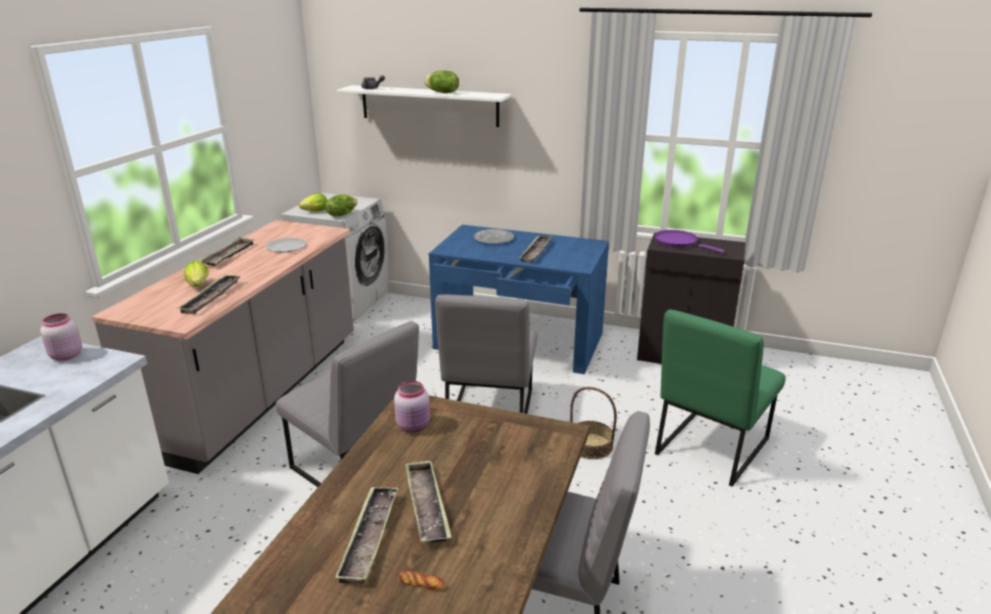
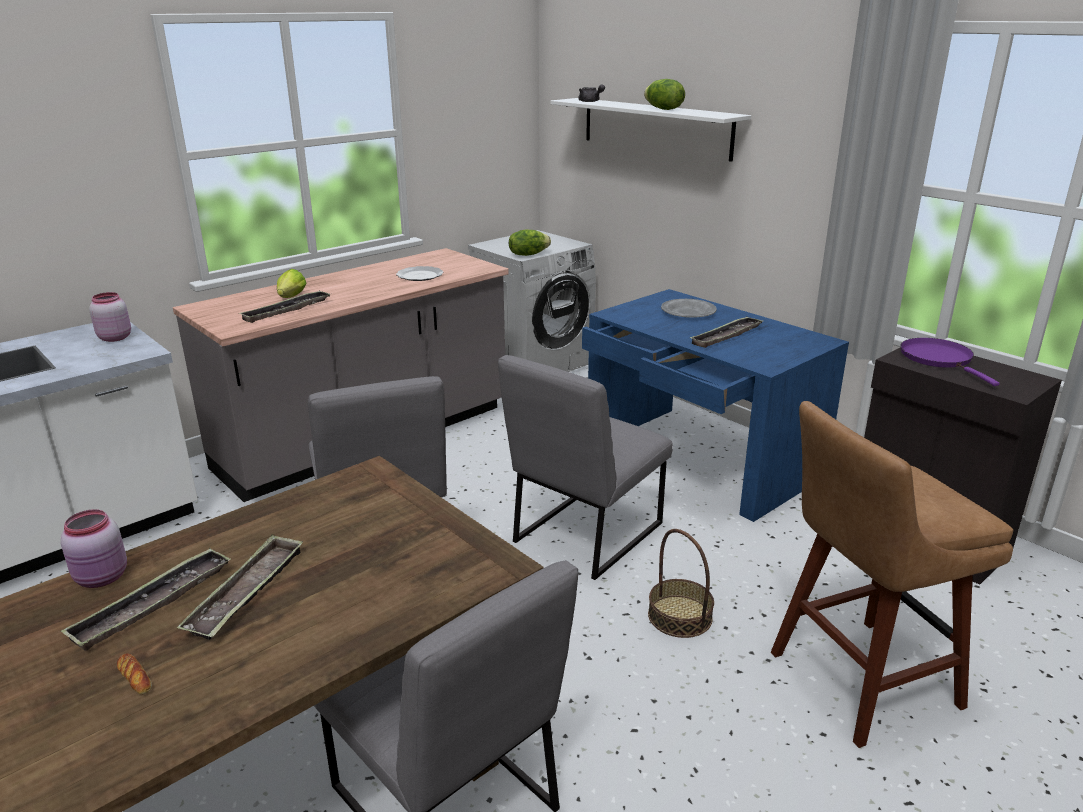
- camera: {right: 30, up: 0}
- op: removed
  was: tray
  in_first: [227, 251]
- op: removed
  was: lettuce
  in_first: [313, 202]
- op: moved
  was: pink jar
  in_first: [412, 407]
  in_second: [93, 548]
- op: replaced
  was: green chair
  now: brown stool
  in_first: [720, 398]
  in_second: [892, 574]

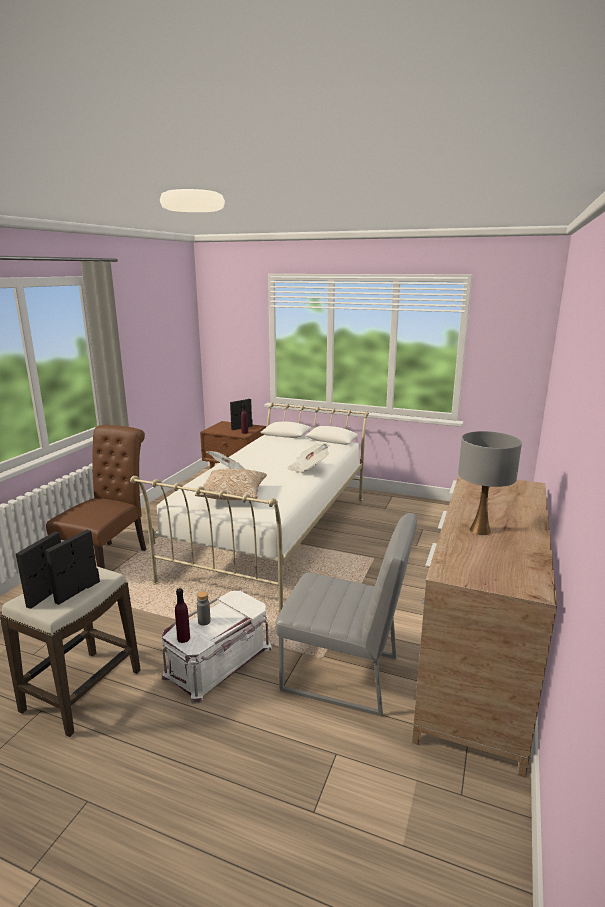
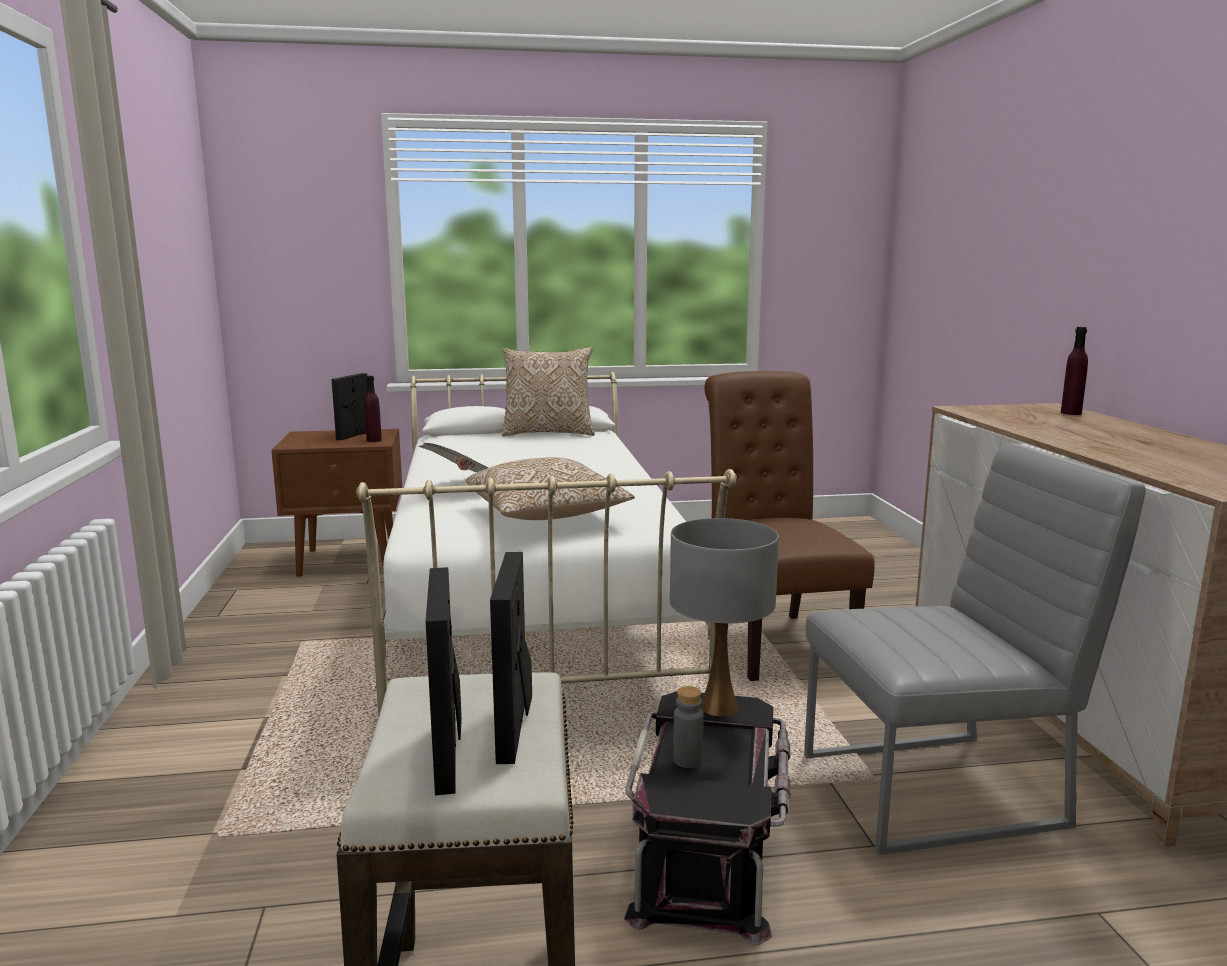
- camera: {right: -30, up: -5}
- op: moved
  was: brown chair
  in_first: [96, 497]
  in_second: [789, 526]
- op: recoloured
  was: white storage box
  now: black storage box
  in_first: [216, 647]
  in_second: [707, 818]
- op: moved
  was: purple bottle
  in_first: [182, 615]
  in_second: [1074, 371]
- op: removed
  was: newspaper
  in_first: [308, 458]
- op: moved
  was: grey table lamp
  in_first: [490, 483]
  in_second: [724, 617]
- op: added
  now: pillow
  in_second: [548, 391]

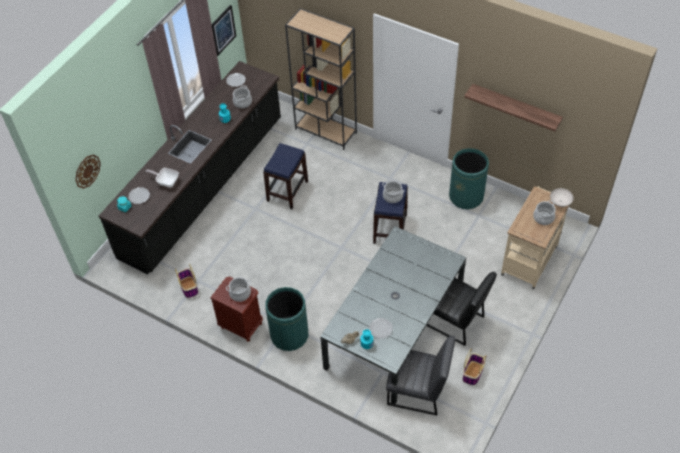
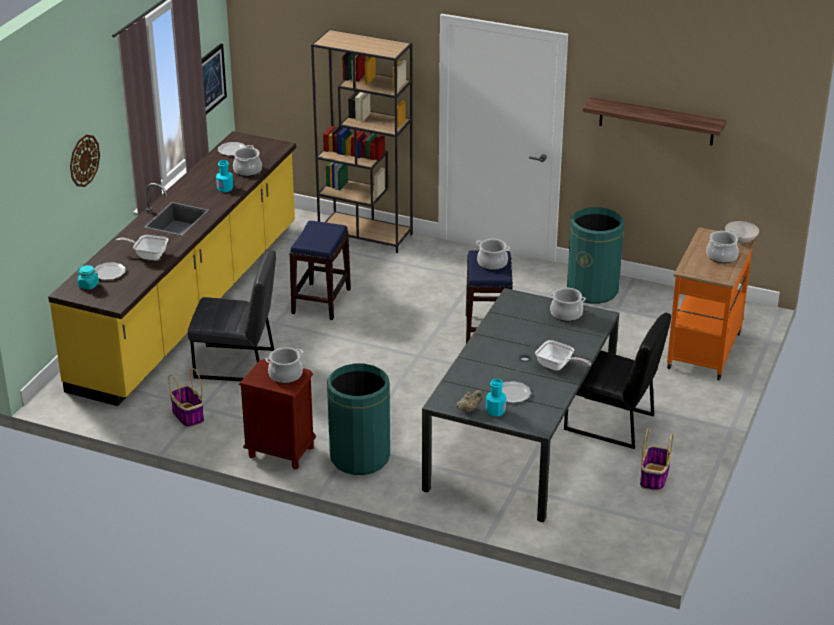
- camera: {right: -10, up: -20}
- op: moved
  was: wall clock
  in_first: [88, 172]
  in_second: [85, 161]
- op: recoloured
  was: black counter
  now: yellow counter
  in_first: [190, 167]
  in_second: [172, 268]
- op: moved
  was: grey chair
  in_first: [420, 375]
  in_second: [232, 315]
- op: recoloured
  was: beige cart
  now: orange cart
  in_first: [535, 237]
  in_second: [711, 303]
- op: added
  now: frying pan
  in_second: [563, 355]
- op: added
  now: cooking pot
  in_second: [568, 304]

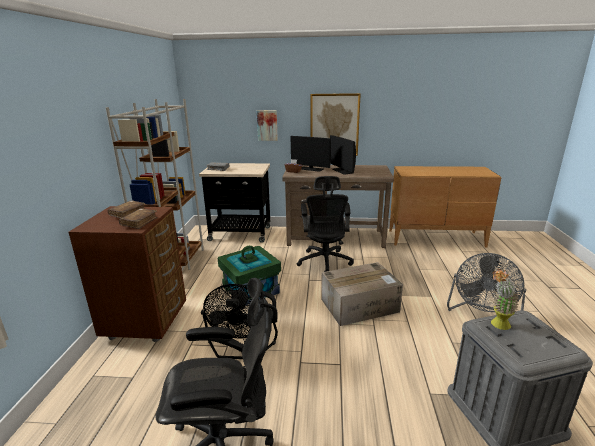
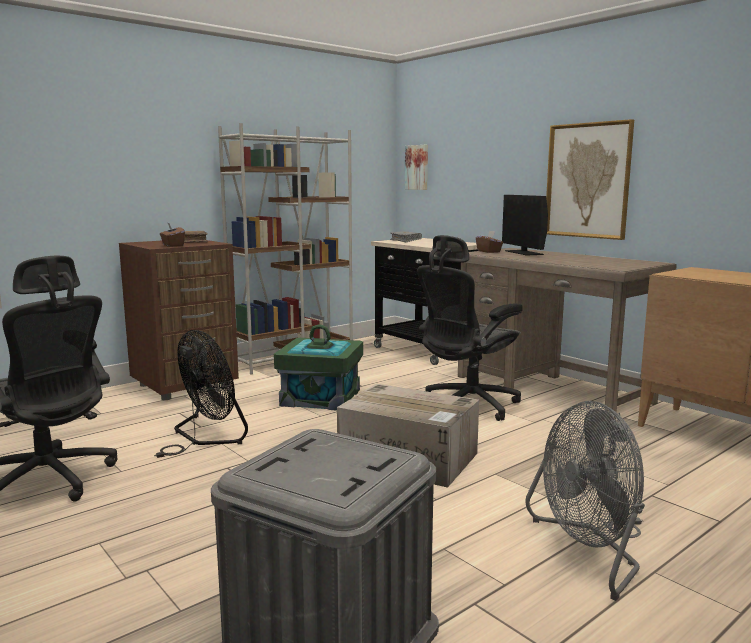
- camera: {right: 45, up: -10}
- op: replaced
  was: brown book
  now: brown tissue box
  in_first: [138, 218]
  in_second: [172, 234]
- op: moved
  was: picture
  in_first: [267, 125]
  in_second: [416, 167]
- op: removed
  was: monitor
  in_first: [343, 155]
- op: removed
  was: potted plant
  in_first: [505, 299]

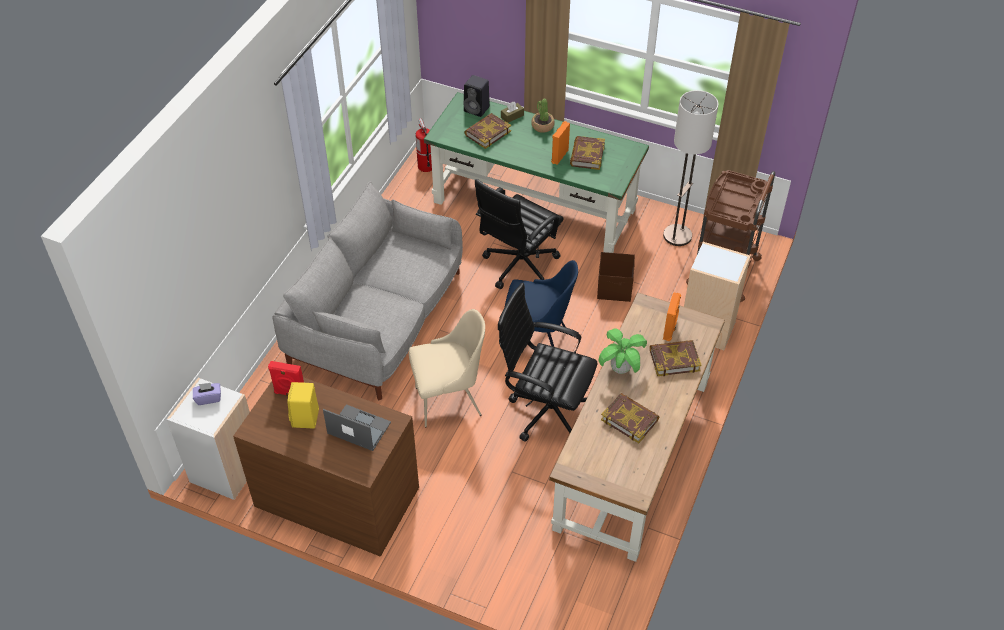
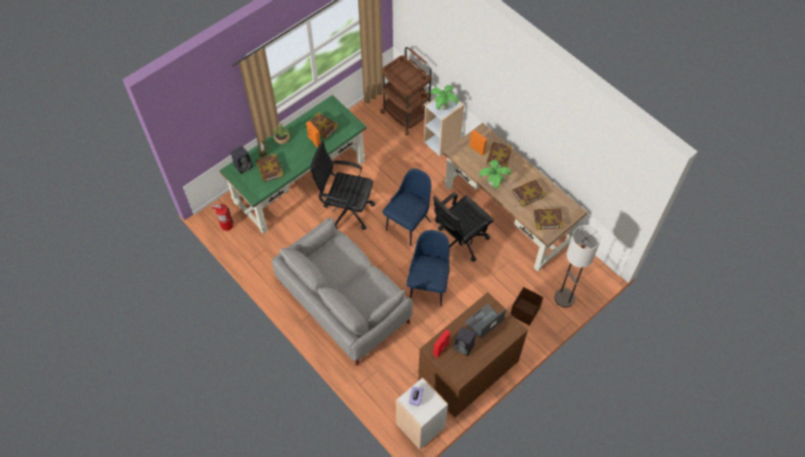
- camera: {right: -65, up: 10}
- op: recoloured
  was: yellow speaker
  now: black speaker
  in_first: [303, 405]
  in_second: [465, 341]
- op: recoloured
  was: beige chair
  now: blue chair
  in_first: [447, 368]
  in_second: [428, 268]
- op: turned
  was: black office chair
  in_first: [519, 234]
  in_second: [342, 185]
  clockwise: 135
- op: moved
  was: brown storage box
  in_first: [616, 277]
  in_second: [527, 306]
- op: moved
  was: floor lamp
  in_first: [691, 168]
  in_second: [577, 266]
- op: added
  now: potted plant
  in_second: [444, 97]
- op: added
  now: book
  in_second: [549, 219]

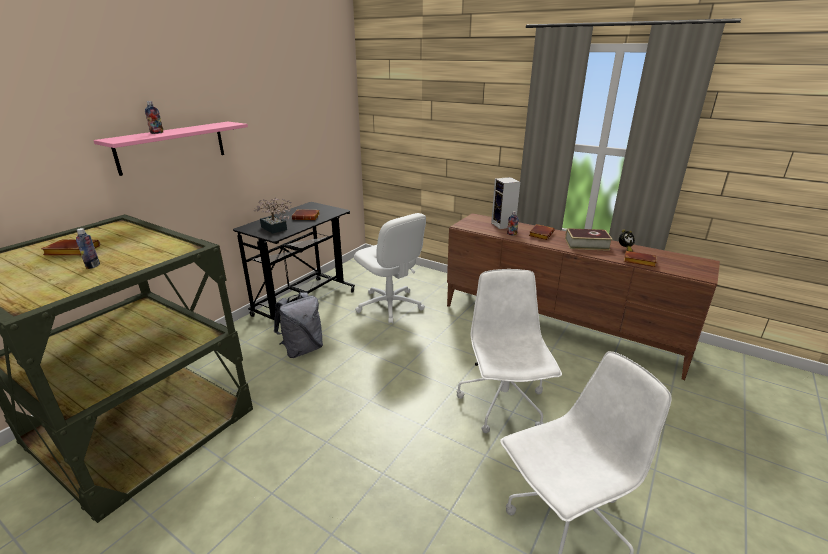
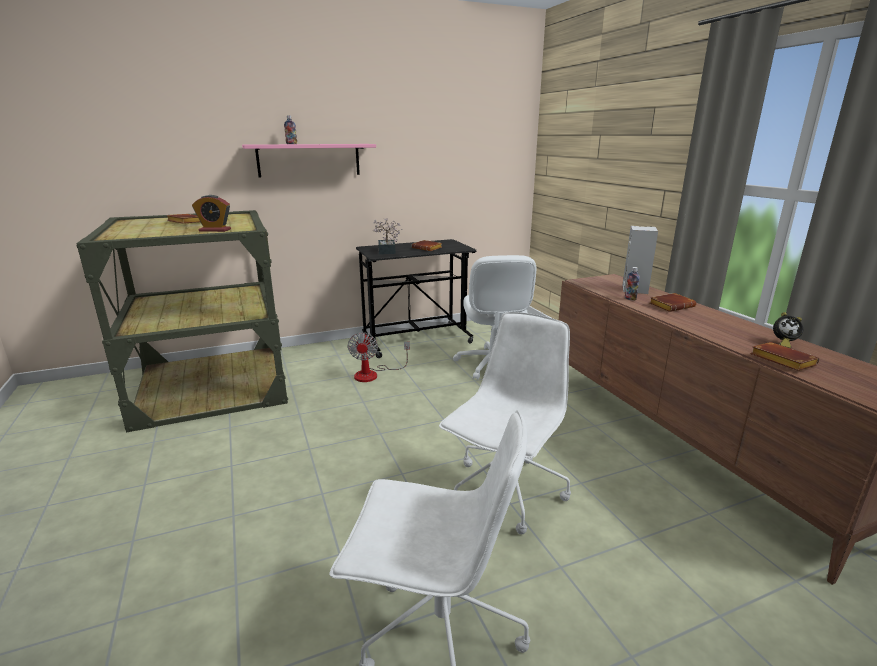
- camera: {right: 35, up: -5}
- op: removed
  was: bottle
  in_first: [88, 248]
- op: replaced
  was: grey backpack
  now: fan
  in_first: [298, 325]
  in_second: [378, 357]
- op: removed
  was: book
  in_first: [589, 239]
- op: added
  now: alarm clock
  in_second: [211, 213]

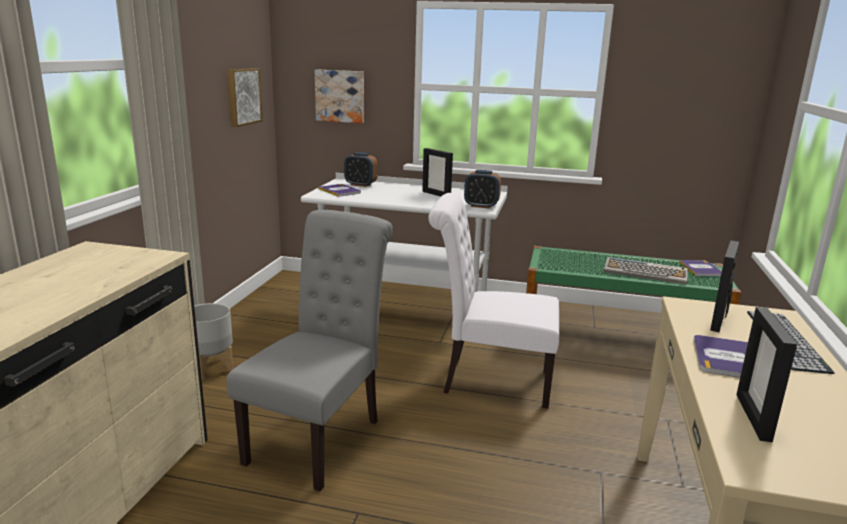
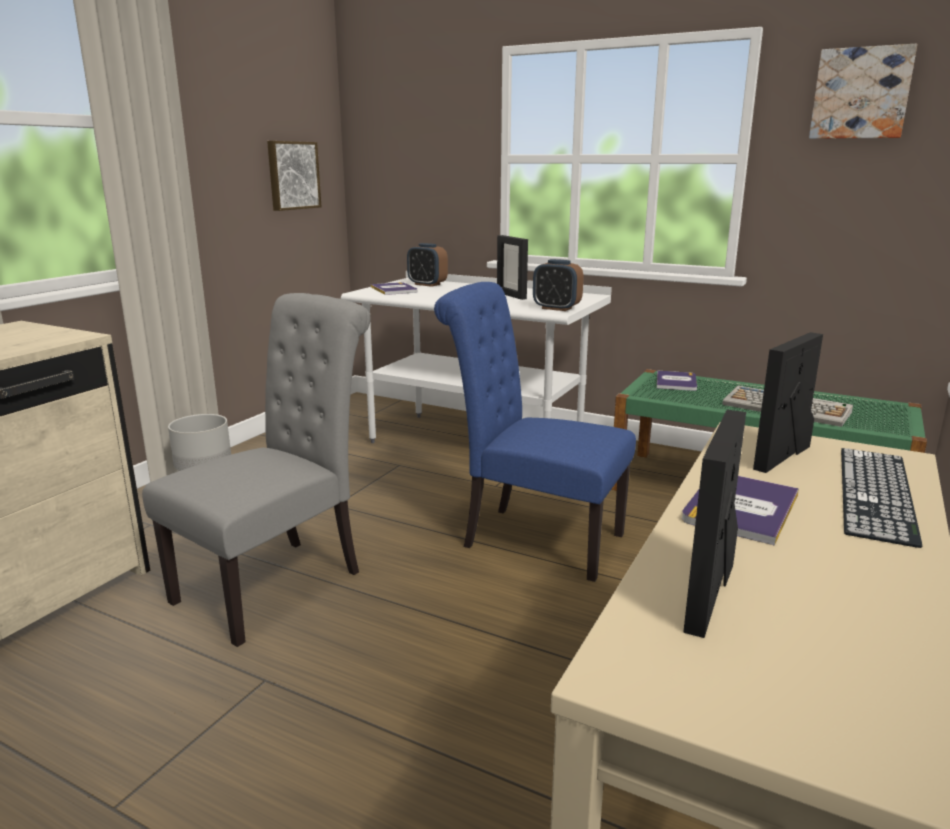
- camera: {right: 15, up: 0}
- op: moved
  was: picture
  in_first: [339, 96]
  in_second: [863, 91]
- op: recoloured
  was: white chair
  now: blue chair
  in_first: [493, 301]
  in_second: [535, 432]
- op: moved
  was: book
  in_first: [700, 268]
  in_second: [677, 380]

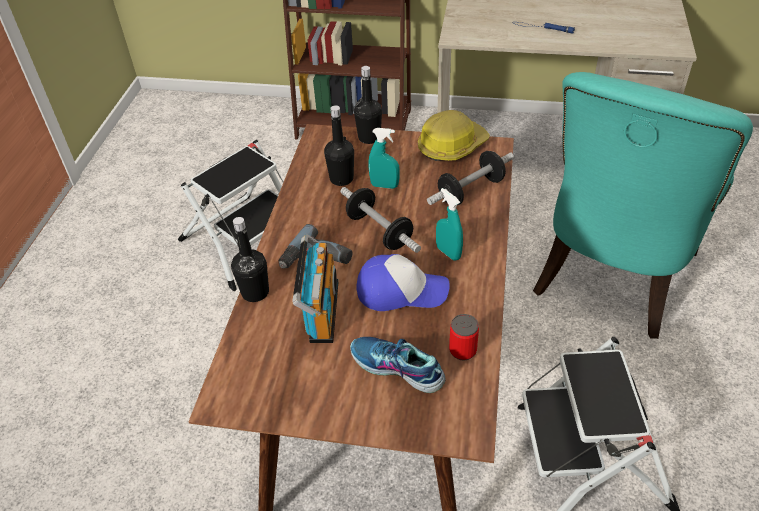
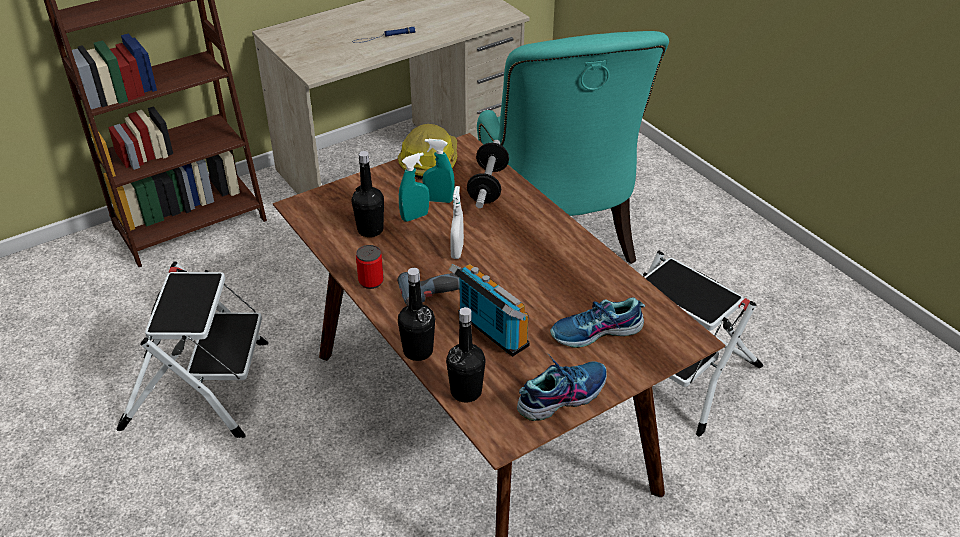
- camera: {right: -45, up: -5}
- op: replaced
  was: dumbbell
  now: white spray bottle
  in_first: [380, 220]
  in_second: [457, 222]
- op: moved
  was: black bottle
  in_first: [368, 105]
  in_second: [465, 355]
- op: removed
  was: cap
  in_first: [403, 282]
- op: moved
  was: turquoise spray bottle
  in_first: [449, 224]
  in_second: [438, 171]
- op: moved
  was: can
  in_first: [464, 337]
  in_second: [370, 267]
- op: added
  now: shoe
  in_second: [562, 387]

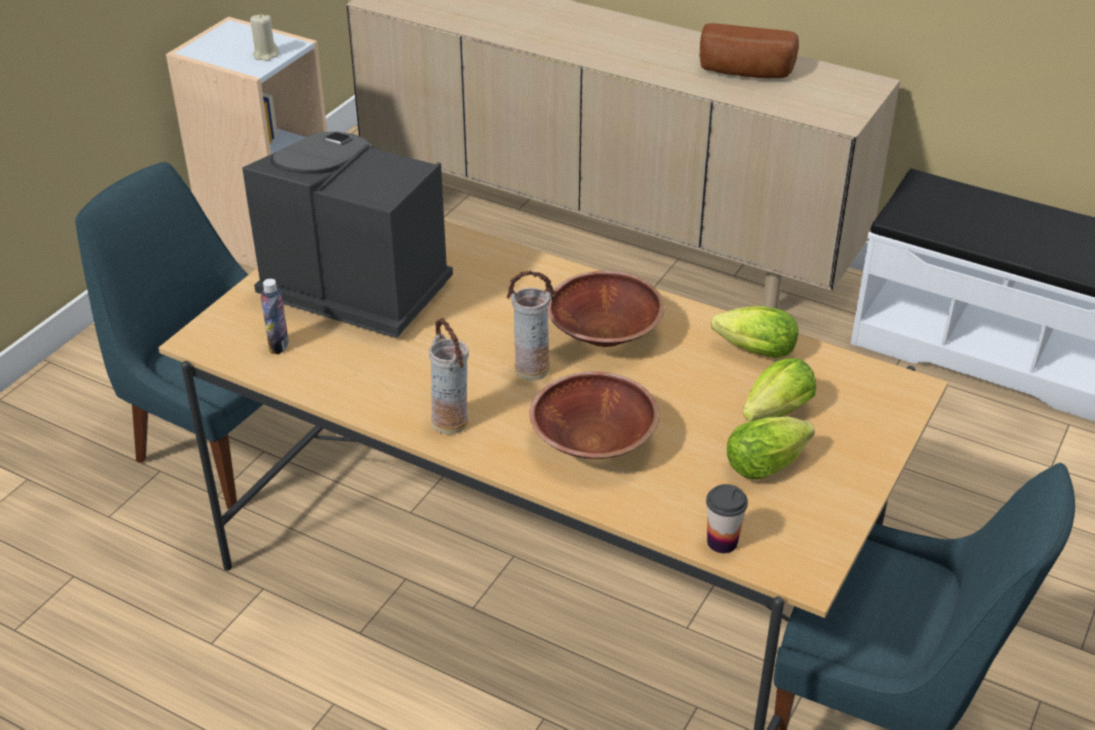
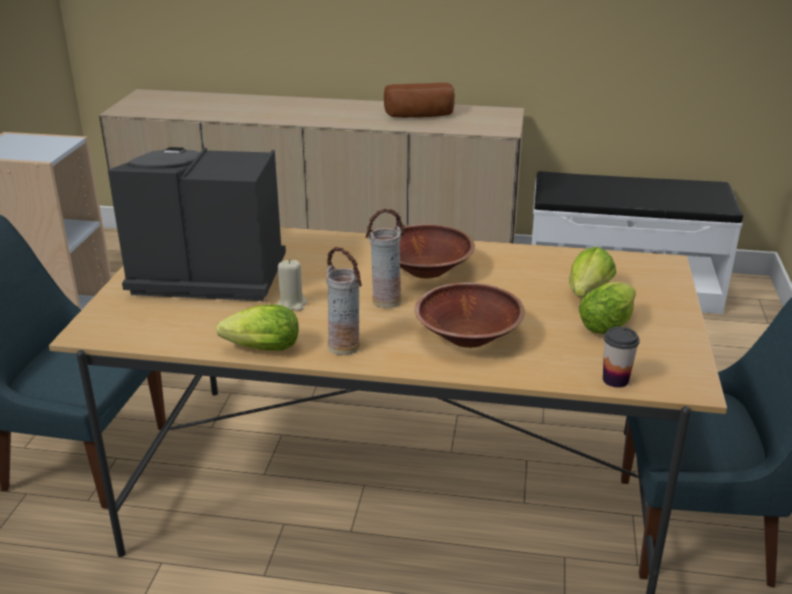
- camera: {right: -20, up: -10}
- op: moved
  was: beige candle
  in_first: [264, 37]
  in_second: [292, 285]
- op: removed
  was: bottle
  in_first: [275, 316]
- op: moved
  was: lettuce
  in_first: [754, 332]
  in_second: [257, 327]

